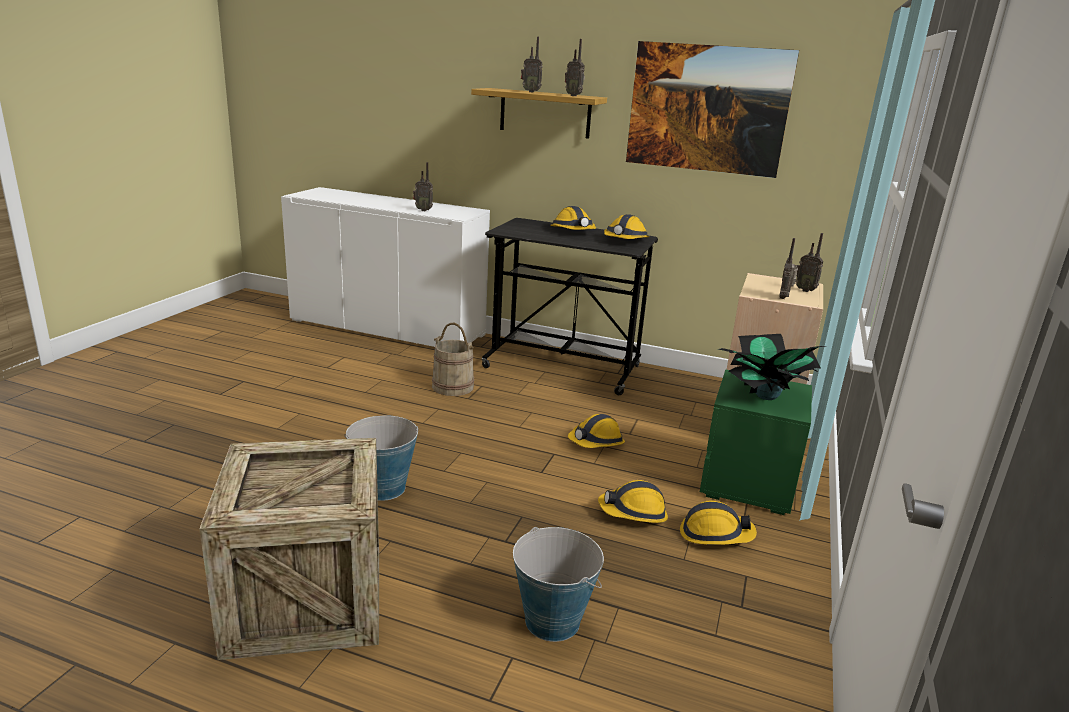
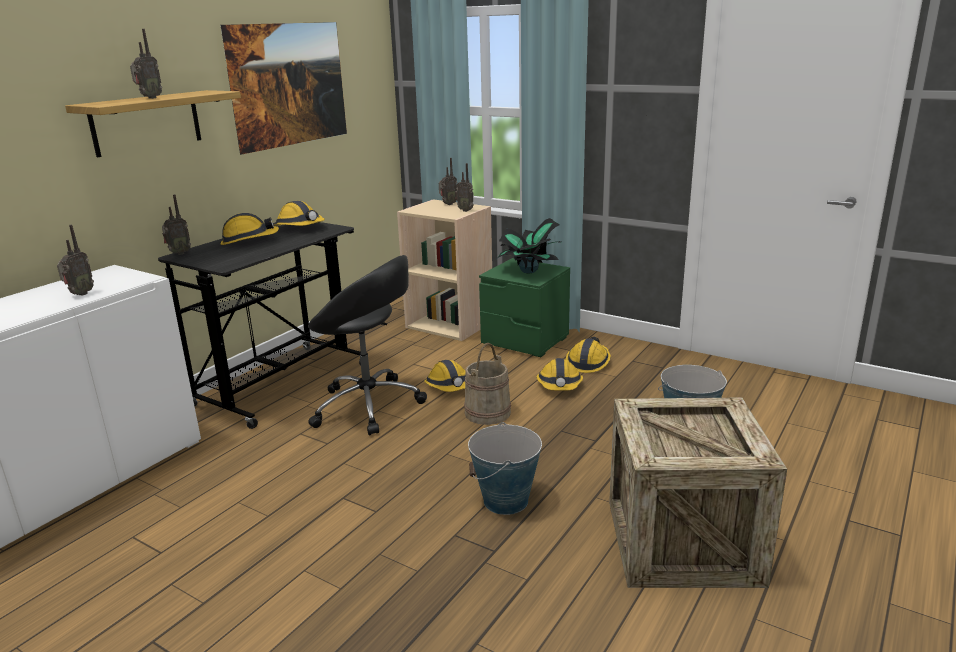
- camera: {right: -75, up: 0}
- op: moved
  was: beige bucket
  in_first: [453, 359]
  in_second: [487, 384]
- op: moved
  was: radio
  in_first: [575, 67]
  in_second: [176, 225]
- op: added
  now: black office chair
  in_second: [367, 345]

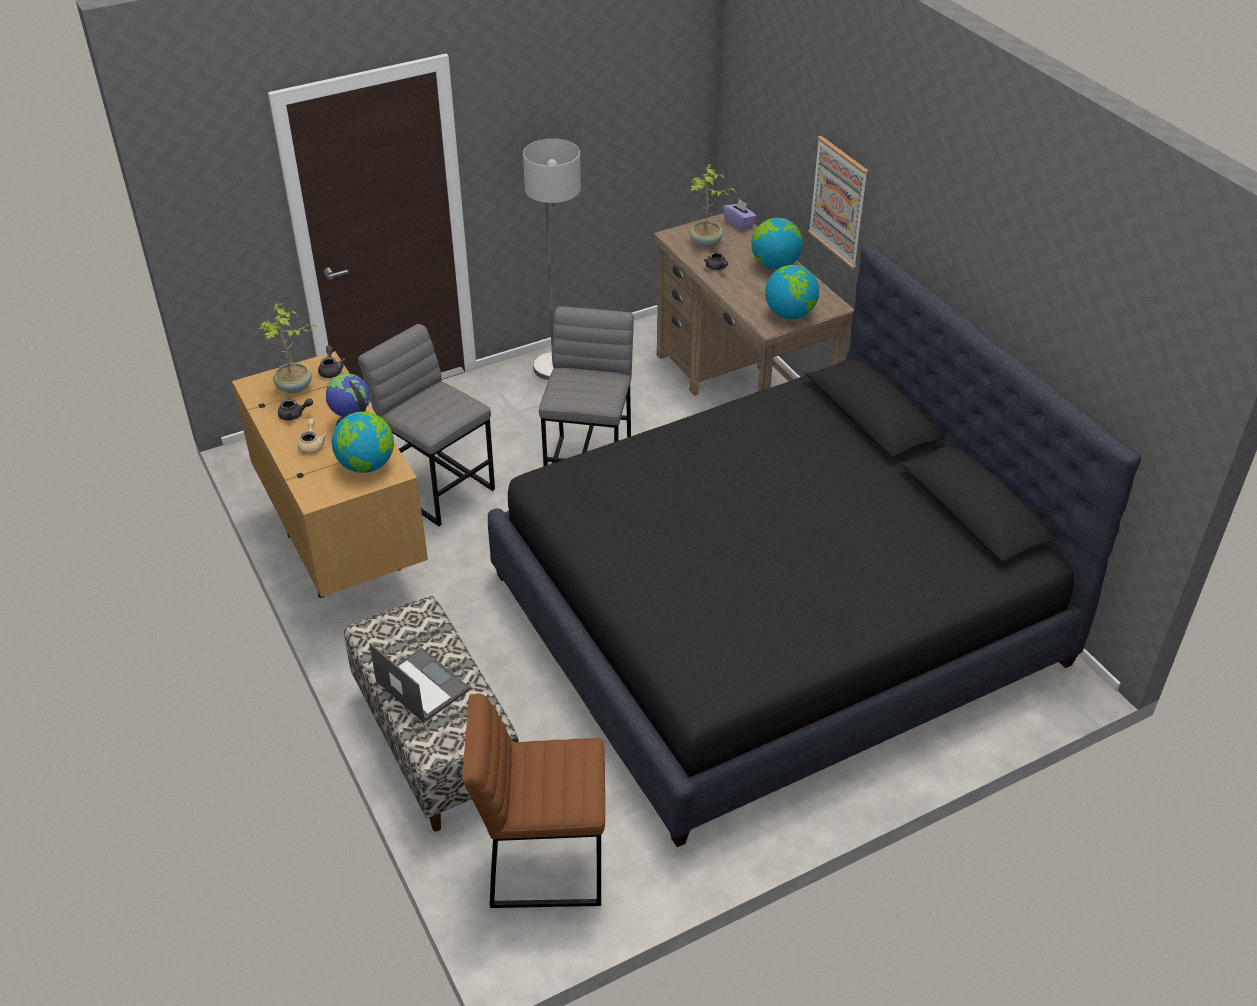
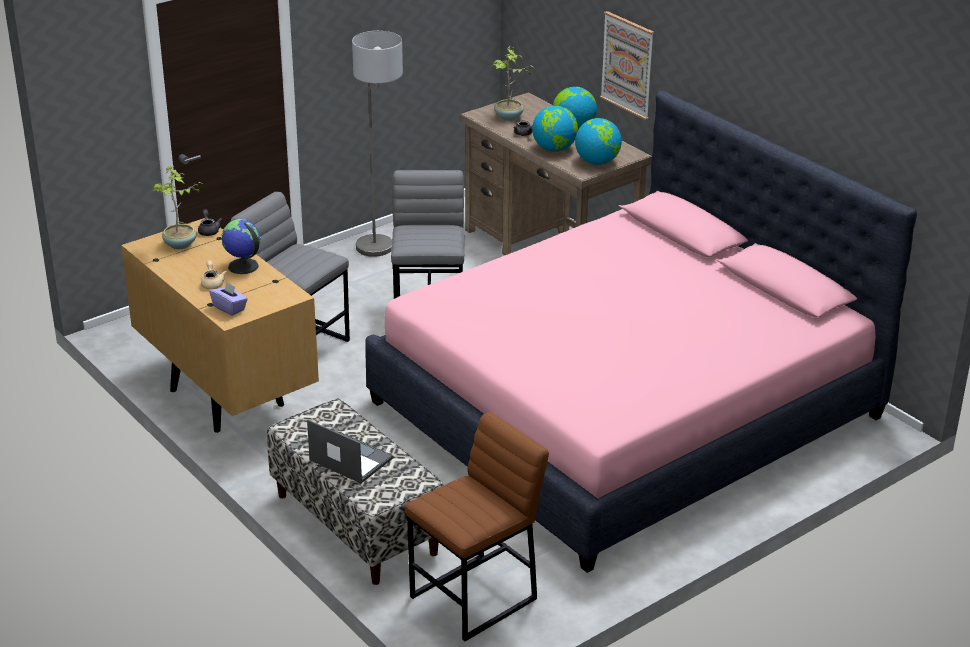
- camera: {right: -10, up: -10}
- op: removed
  was: grey teapot
  in_first: [295, 409]
- op: moved
  was: globe
  in_first: [363, 442]
  in_second: [555, 129]
- op: turned
  was: brown chair
  in_first: [533, 800]
  in_second: [477, 526]
  clockwise: 150
- op: recoloured
  was: black bed
  now: pink bed
  in_first: [814, 545]
  in_second: [641, 332]
- op: moved
  was: purple tissue box
  in_first: [740, 214]
  in_second: [228, 298]

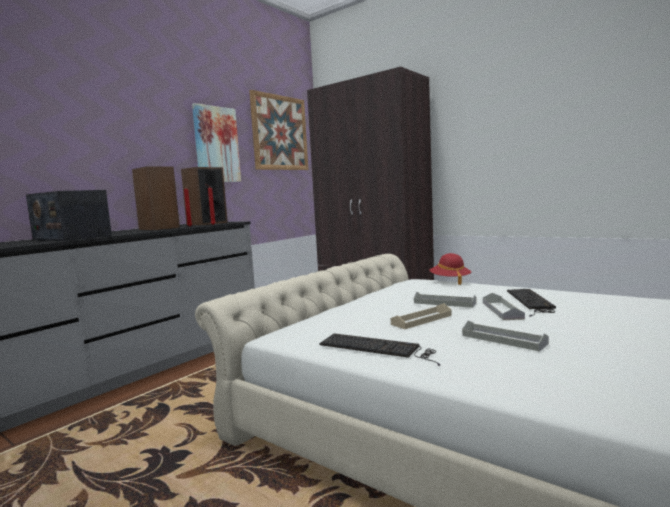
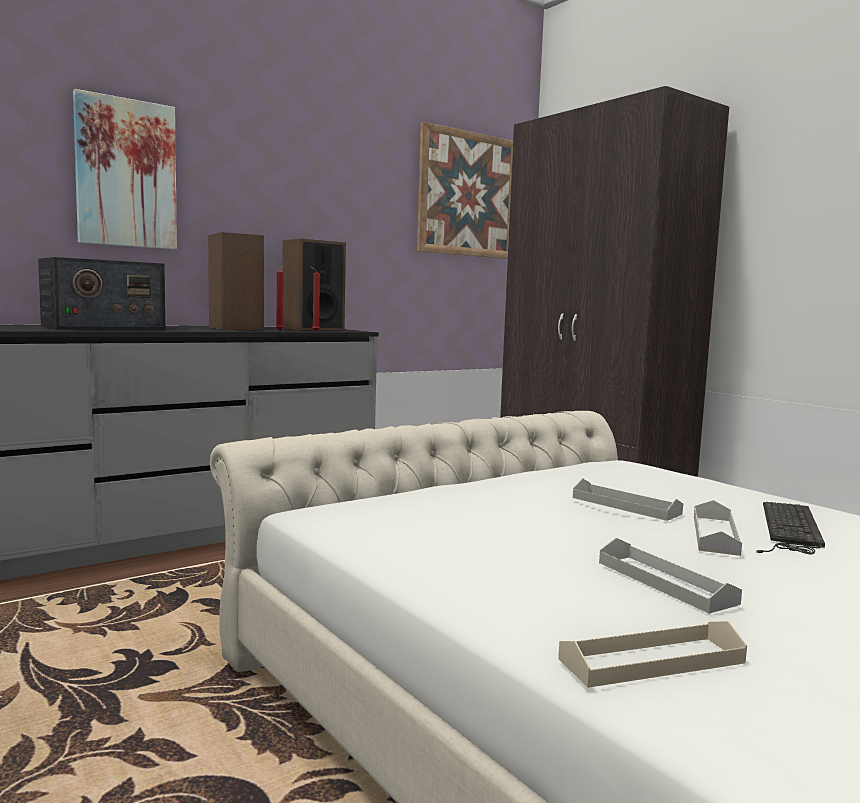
- camera: {right: 15, up: 0}
- op: turned
  was: radio
  in_first: [69, 215]
  in_second: [101, 293]
  clockwise: -90
- op: moved
  was: picture
  in_first: [216, 142]
  in_second: [125, 169]
- op: removed
  was: keyboard
  in_first: [379, 349]
- op: moved
  was: beige tray
  in_first: [421, 316]
  in_second: [652, 654]
- op: removed
  was: red hat
  in_first: [450, 269]

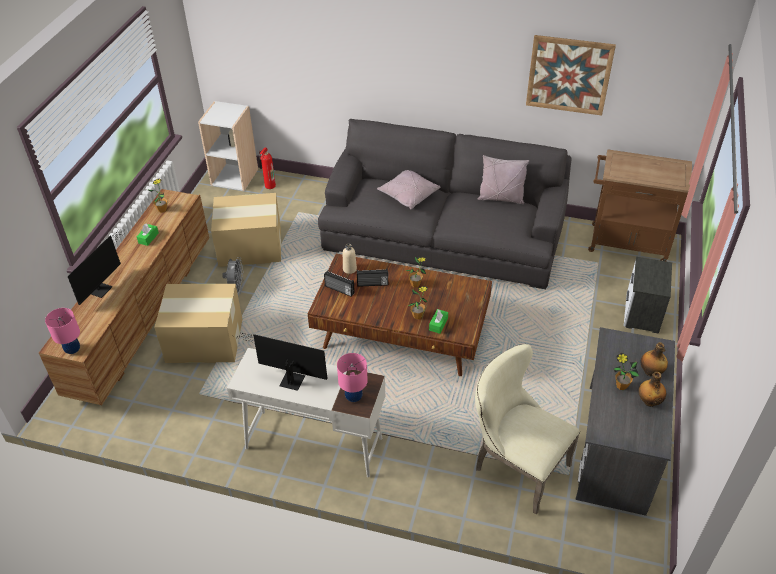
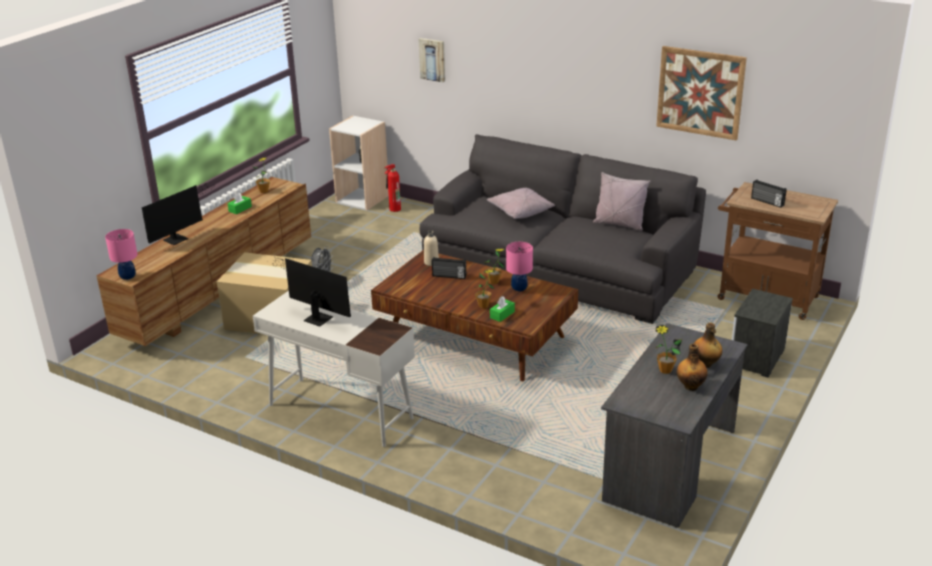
- camera: {right: 15, up: -15}
- op: removed
  was: cardboard box
  in_first: [246, 230]
- op: moved
  was: radio
  in_first: [339, 283]
  in_second: [769, 194]
- op: moved
  was: pink table lamp
  in_first: [352, 377]
  in_second: [519, 266]
- op: removed
  was: beige chair
  in_first: [527, 429]
- op: added
  now: picture
  in_second: [432, 60]

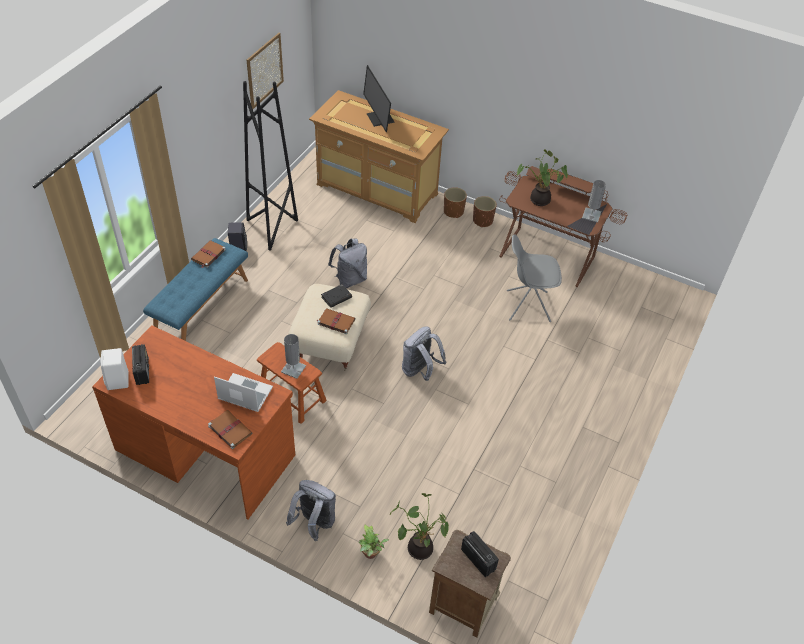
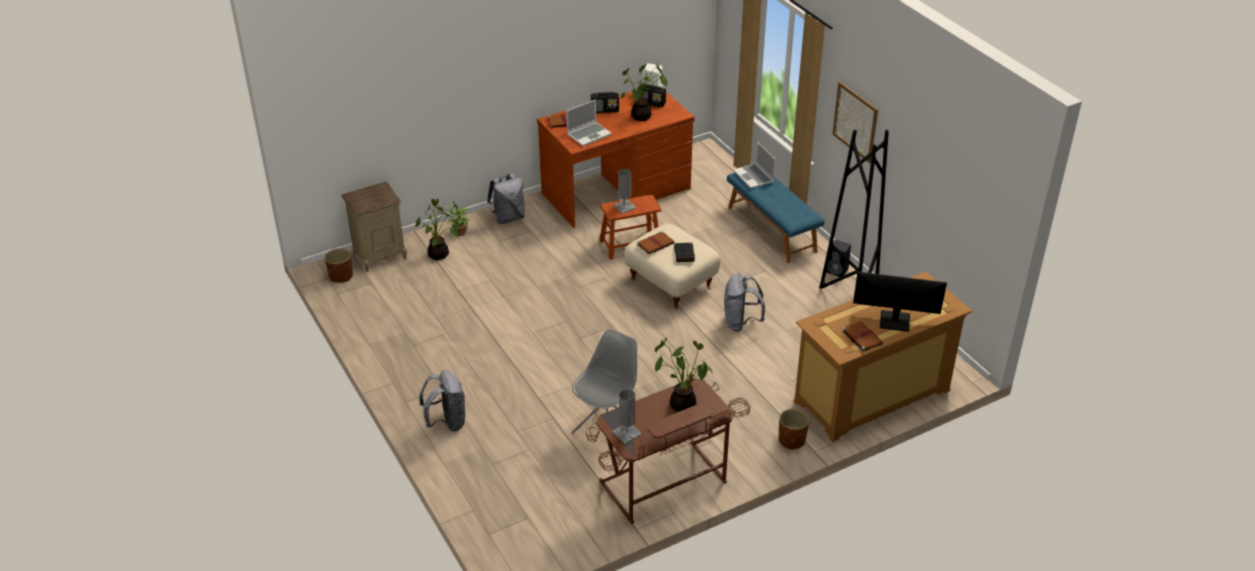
- camera: {right: 125, up: -10}
- op: moved
  was: brown book
  in_first: [208, 254]
  in_second: [862, 336]
- op: moved
  was: picture
  in_first: [265, 71]
  in_second: [855, 122]
- op: moved
  was: grey backpack
  in_first: [424, 353]
  in_second: [442, 401]
- op: moved
  was: radio
  in_first: [480, 554]
  in_second: [605, 102]
- op: moved
  was: brown planter
  in_first: [485, 211]
  in_second: [339, 265]
- op: added
  now: potted plant
  in_second: [644, 92]
- op: added
  now: laptop
  in_second: [754, 165]

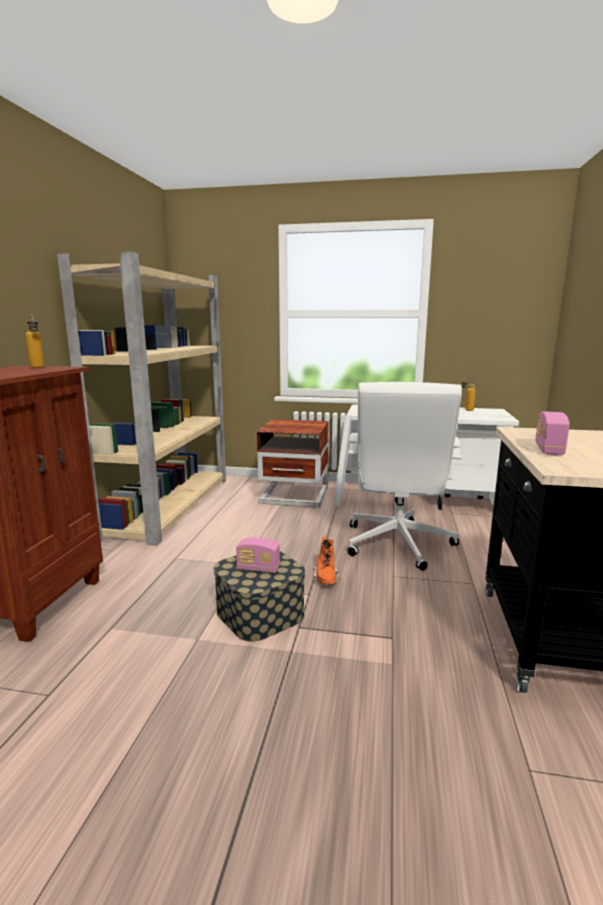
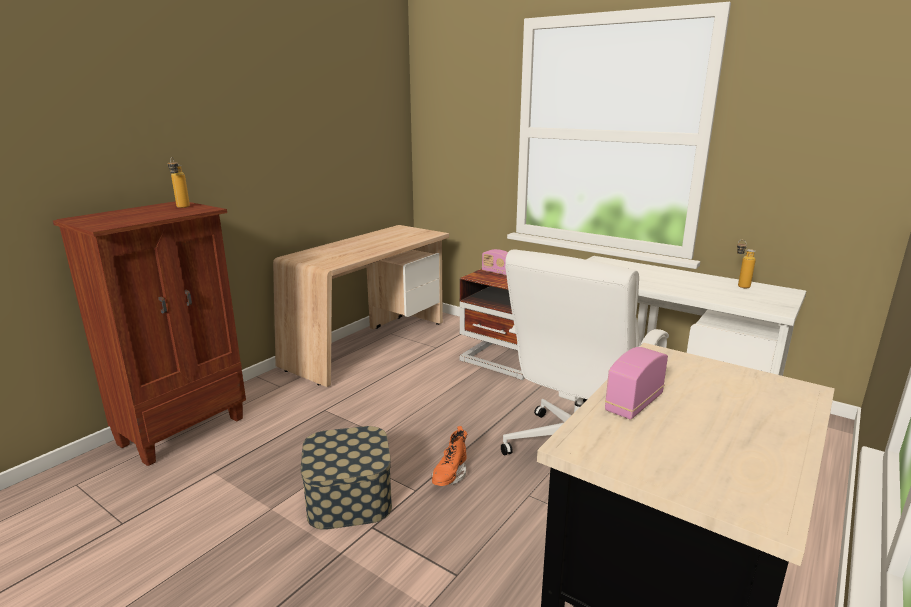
- camera: {right: 25, up: 5}
- op: replaced
  was: beige bookcase
  now: beige desk
  in_first: [141, 399]
  in_second: [361, 306]
- op: moved
  was: radio
  in_first: [258, 555]
  in_second: [495, 262]

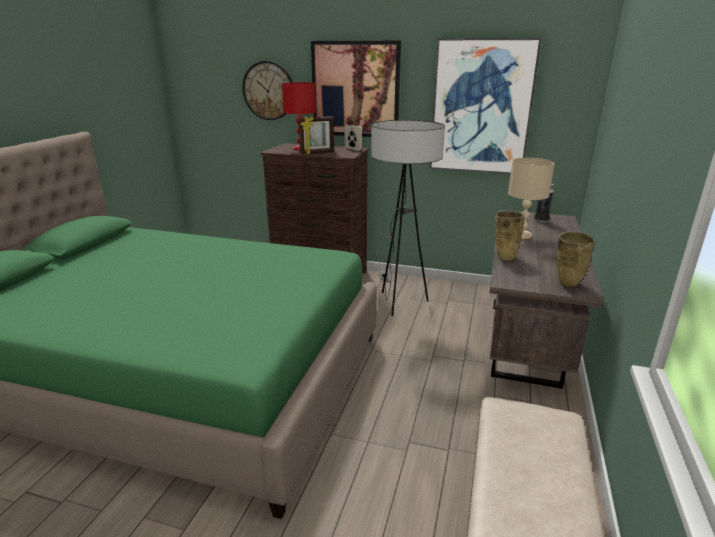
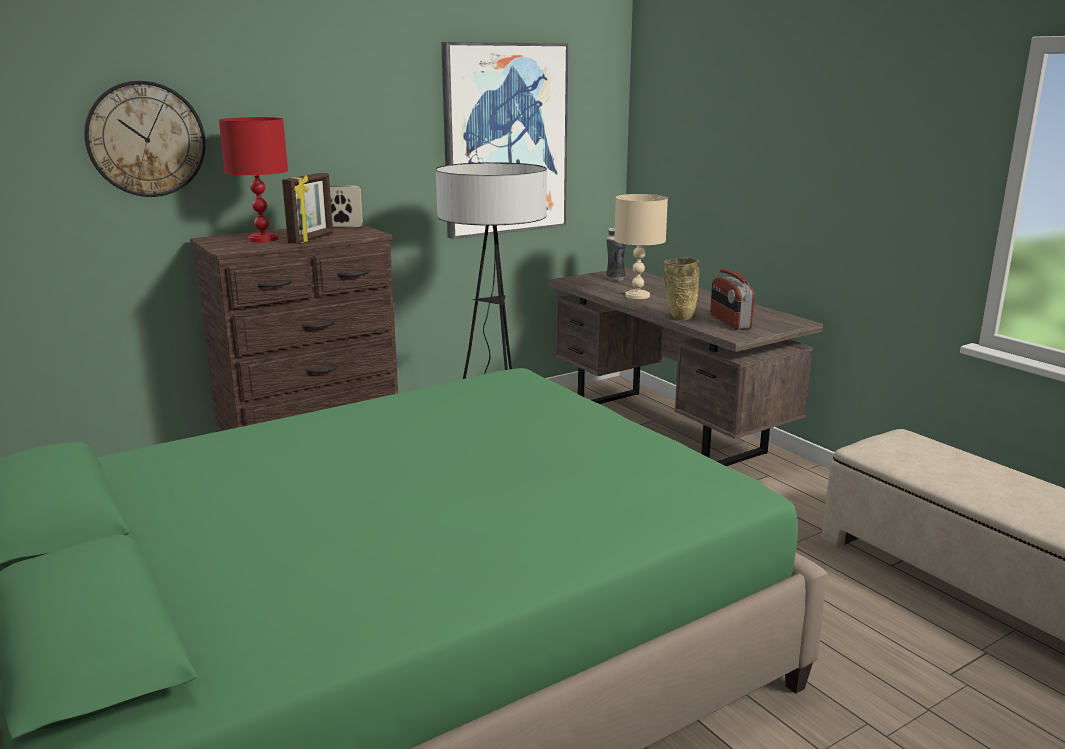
- camera: {right: -50, up: -5}
- op: removed
  was: picture
  in_first: [356, 89]
- op: removed
  was: beige vase
  in_first: [576, 259]
- op: added
  now: radio
  in_second: [732, 299]

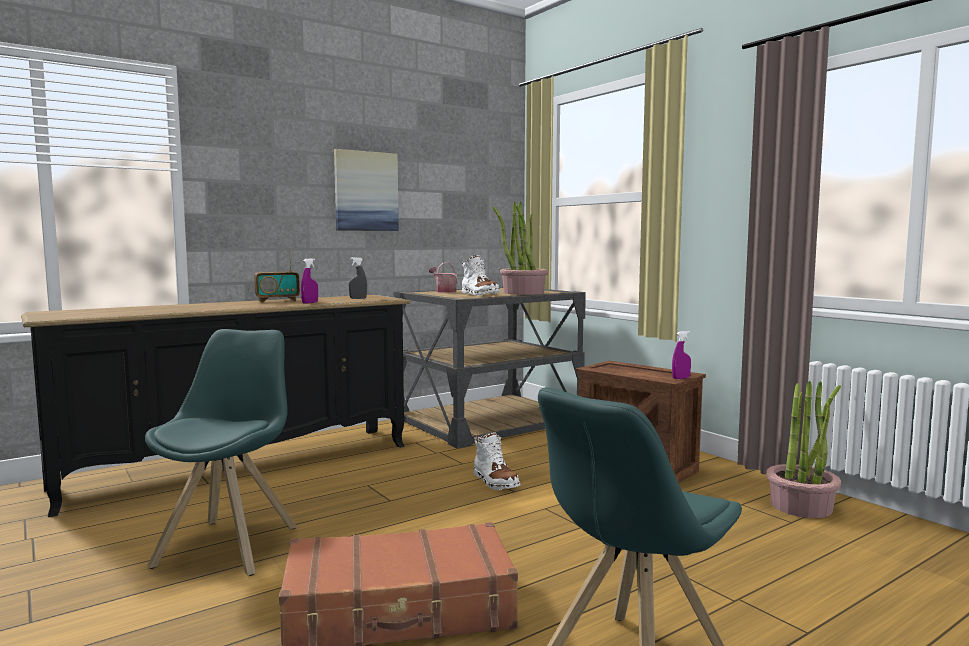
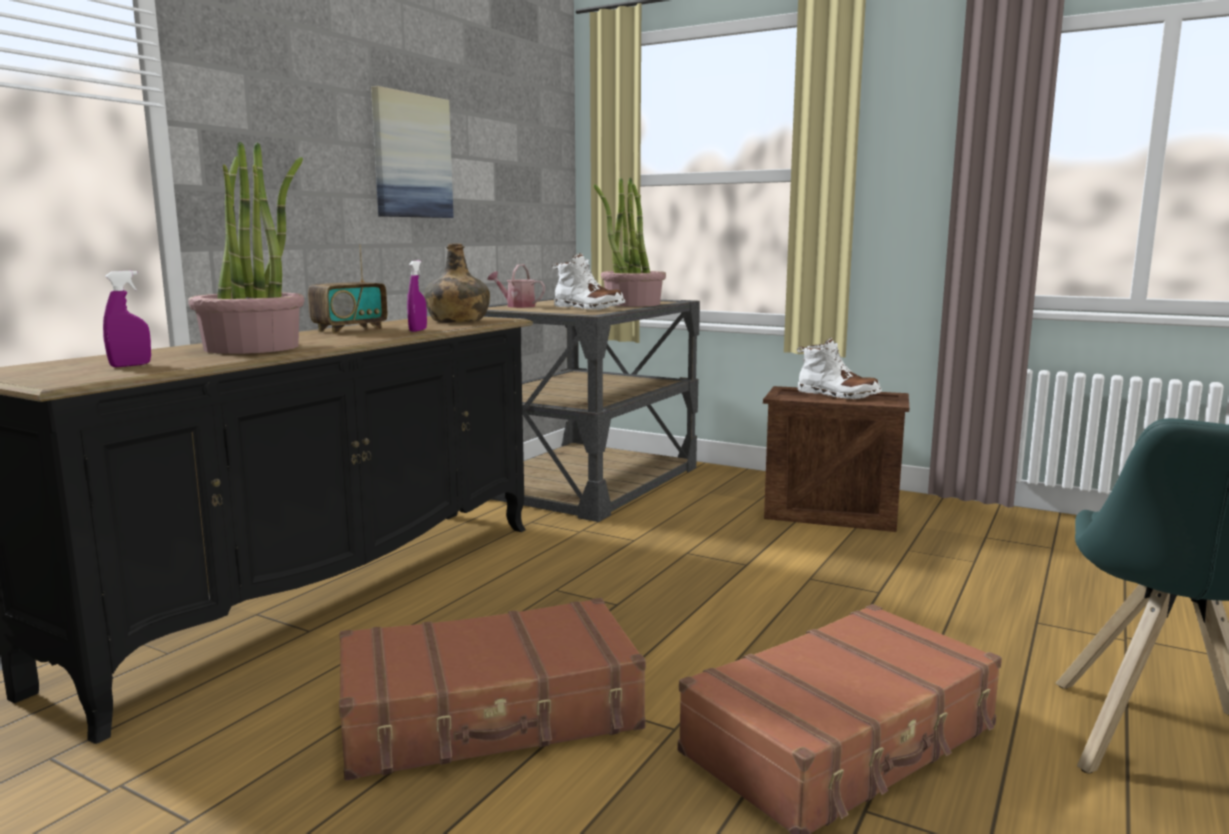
- camera: {right: -25, up: 5}
- op: replaced
  was: turquoise chair
  now: brown suitcase
  in_first: [221, 452]
  in_second: [492, 689]
- op: replaced
  was: grey spray bottle
  now: green bottle
  in_first: [358, 278]
  in_second: [457, 283]
- op: moved
  was: white boot
  in_first: [497, 461]
  in_second: [839, 368]
- op: moved
  was: purple spray bottle
  in_first: [681, 355]
  in_second: [127, 319]
- op: moved
  was: potted plant
  in_first: [803, 449]
  in_second: [246, 248]

